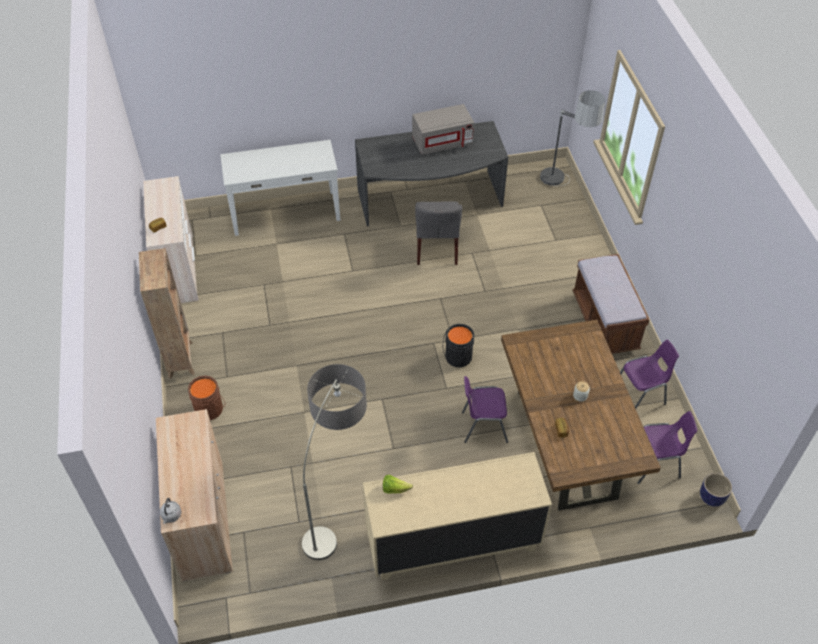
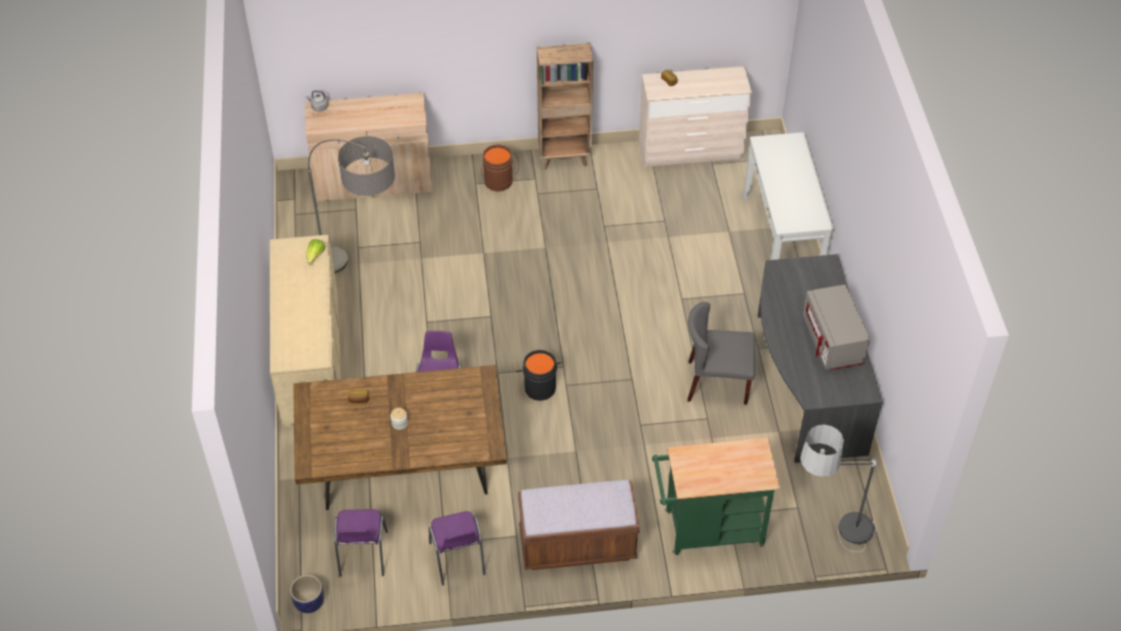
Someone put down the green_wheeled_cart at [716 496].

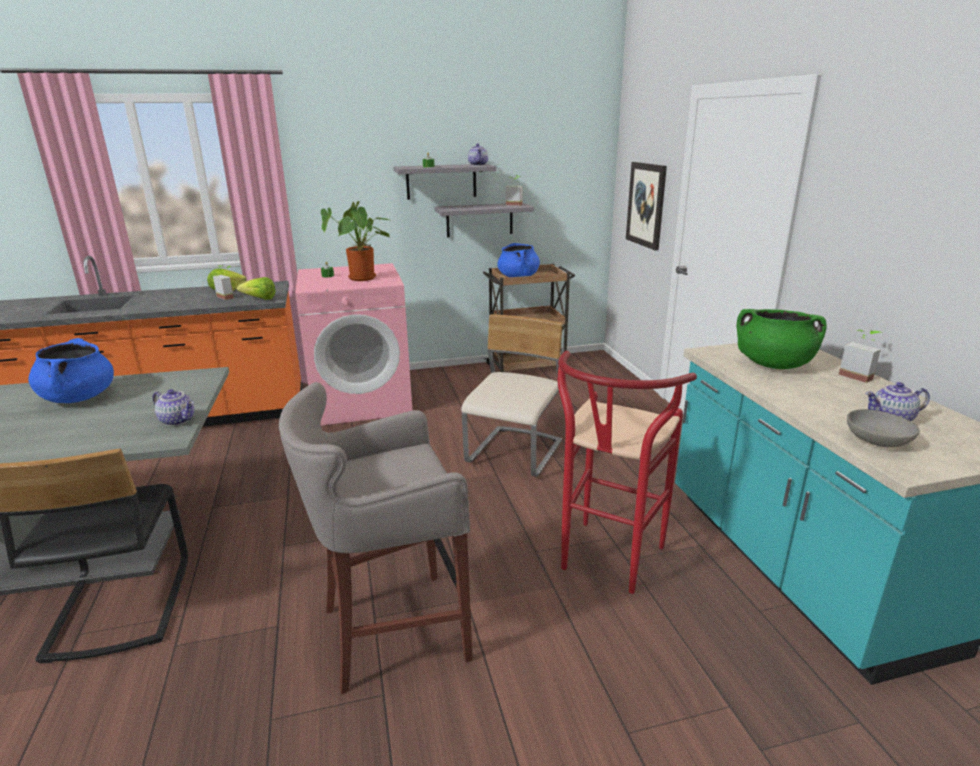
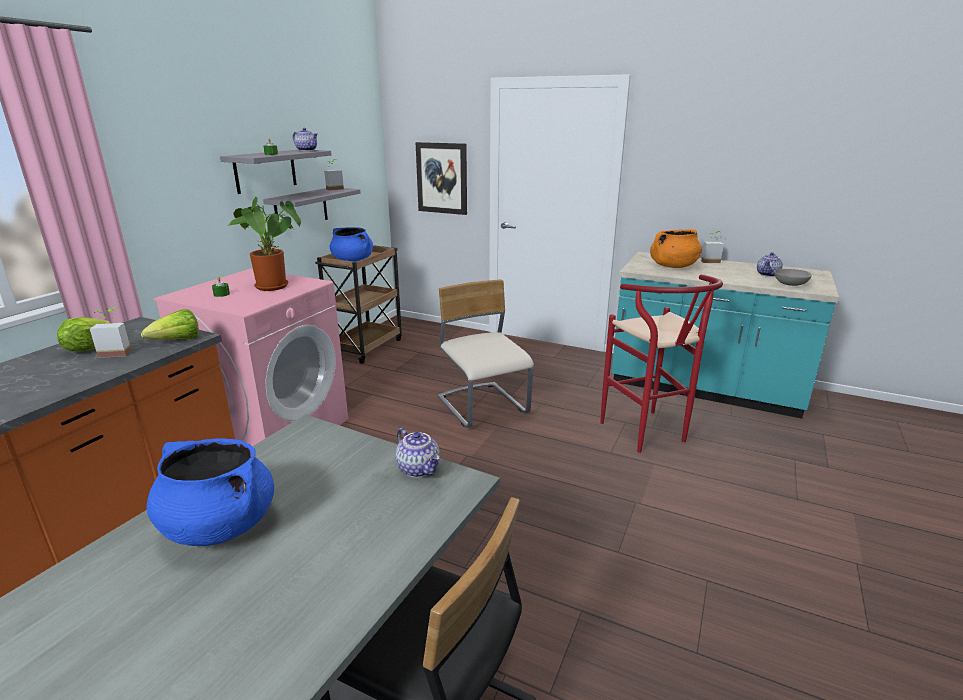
Someone rotated the tea_pot at [173 407] by 75 degrees clockwise.
Someone took away the greyish_stool_seat at [376 538].
Someone repainted the green_cooking_pot at [781 339], which became the orange_cooking_pot at [676 248].

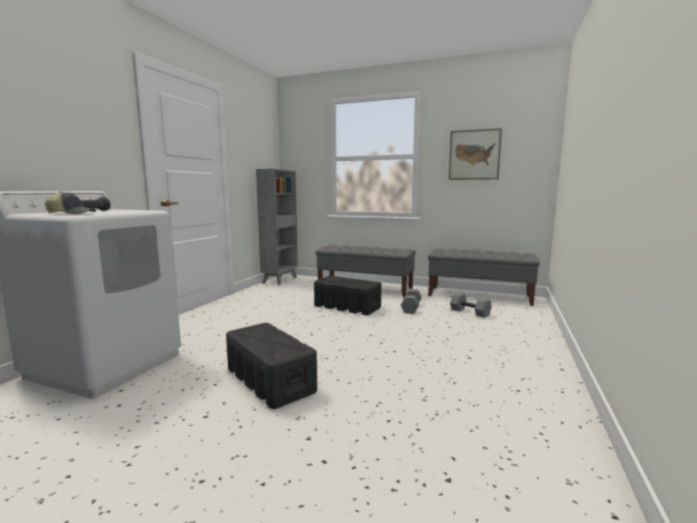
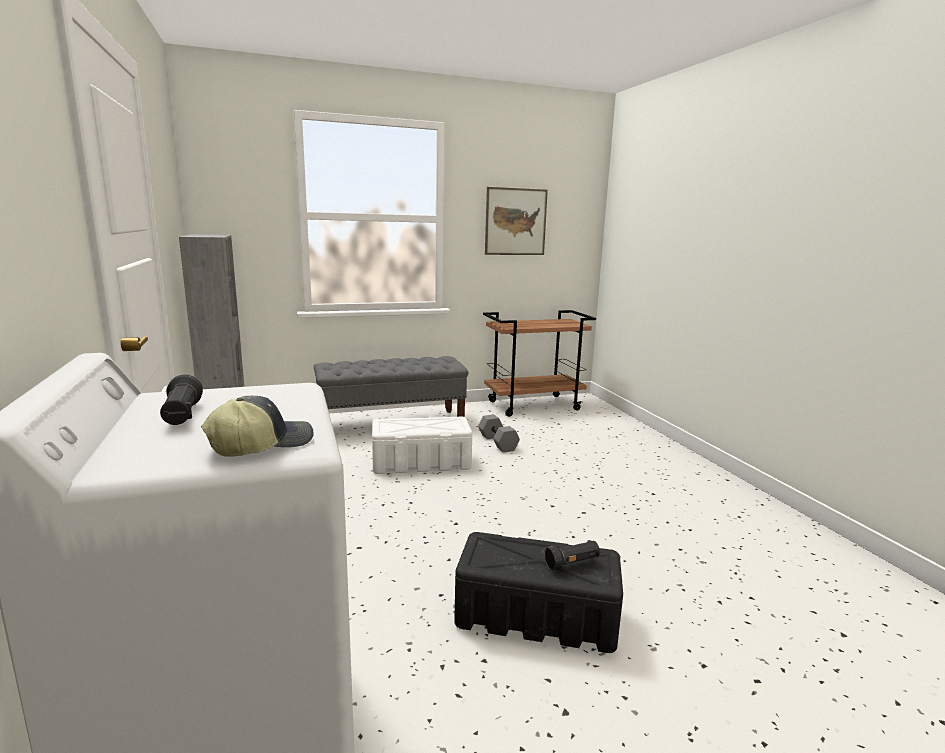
Someone repainted the blackish_storage_bin at [347 295], which became the white-coloured_storage_bin at [422 445].
Someone swapped the greyish_long_seat at [484 277] for the brown_wheeled_cart at [539 363].
Someone took away the greyish_dumbbell at [471 305].
Someone put down the blackish_hand_torch at [572 555].

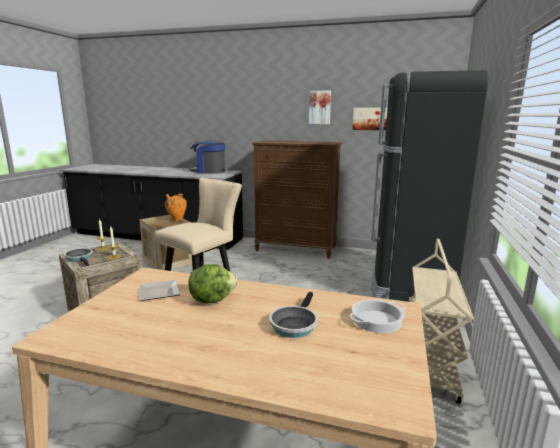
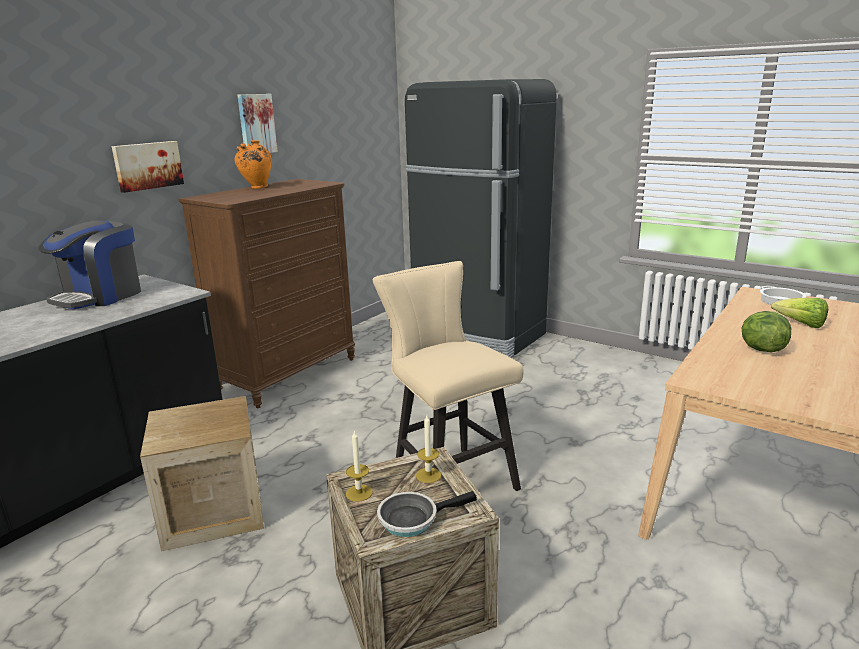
Someone took away the flat_dish at [159 290].
Someone carried the orange_flower_vase from [176 207] to [253 164].
Someone swapped the pan at [293 315] for the lettuce at [799 313].
Someone carried the wall_art from [370 118] to [148 167].
Someone took away the beige_wheeled_cart at [441 321].

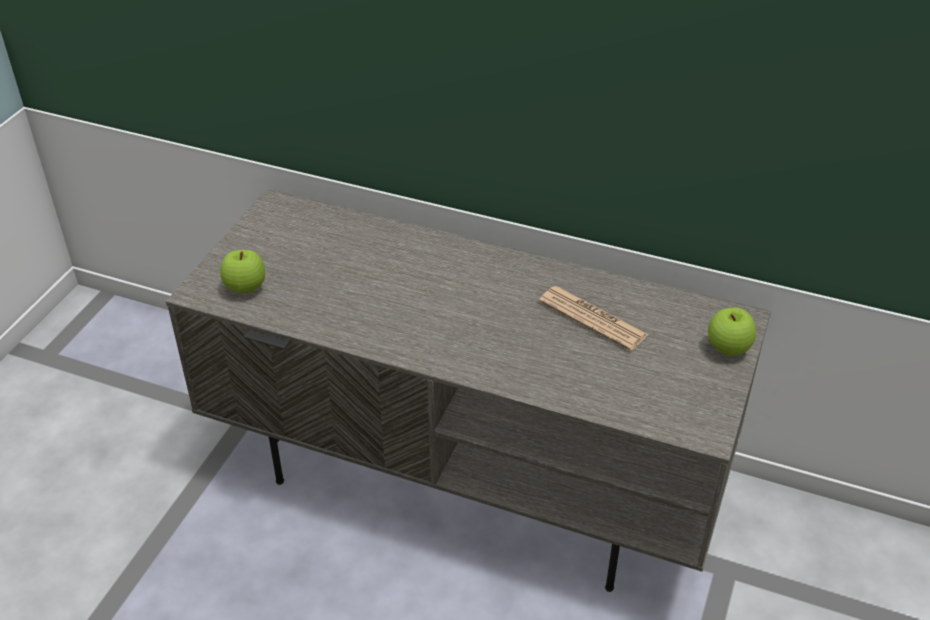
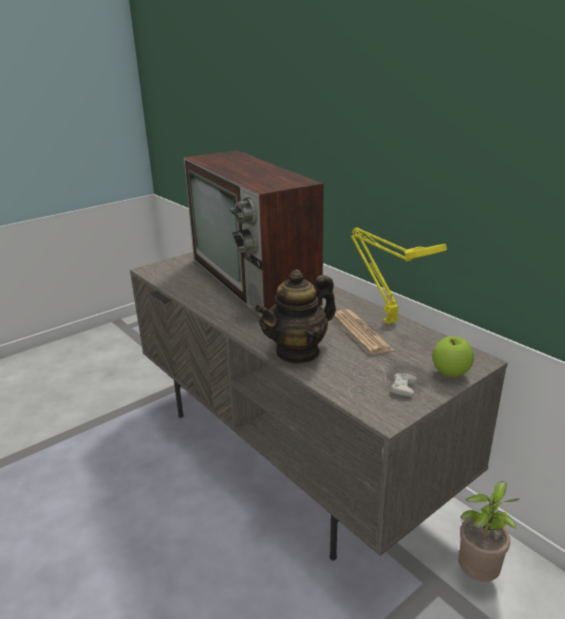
Someone took away the apple_fruit at [242 271].
Someone put down the TV at [254 234].
Someone put down the tea_pot at [295 316].
Someone put down the white-coloured_gamepad at [382 379].
Someone put down the yellow-coloured_tabletop_lamp at [399 275].
Someone put down the potted_plant at [489 531].

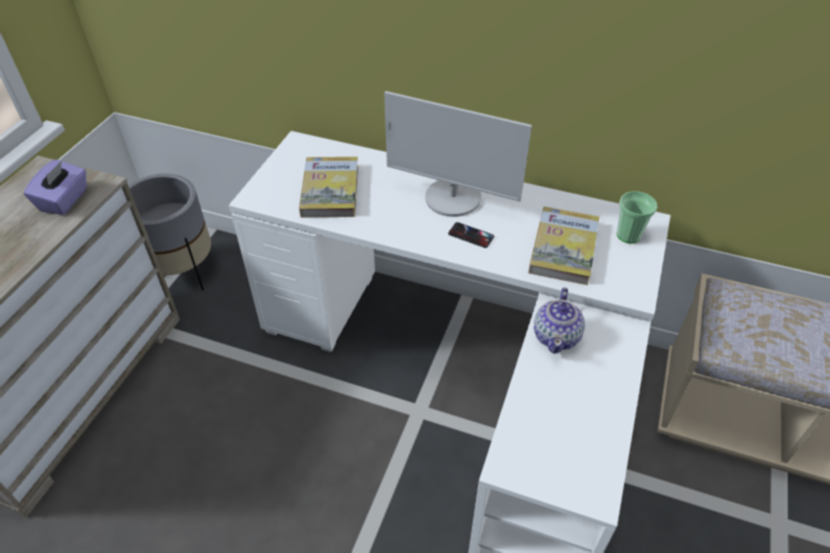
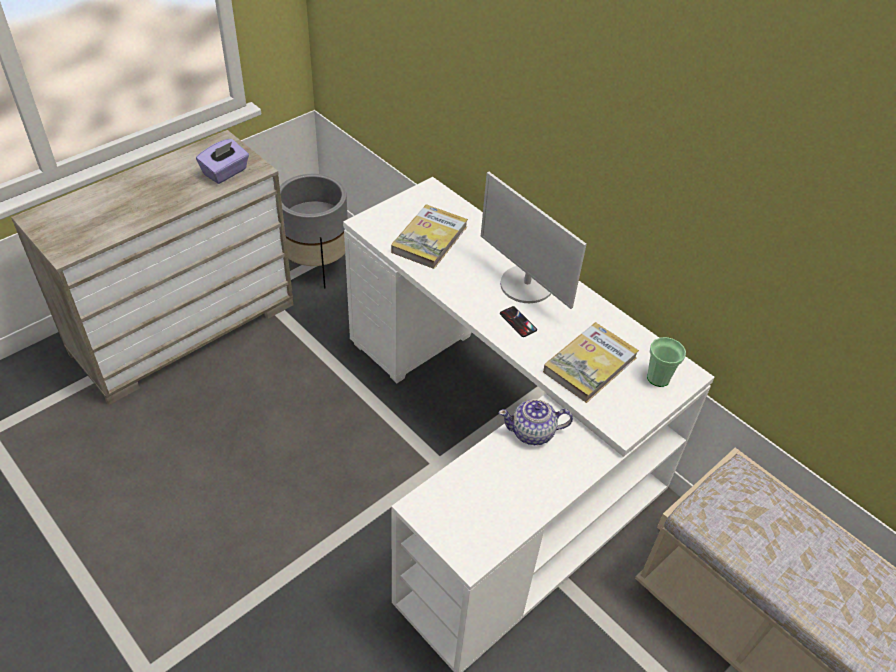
Someone rotated the tea_pot at [559 320] by 45 degrees clockwise.

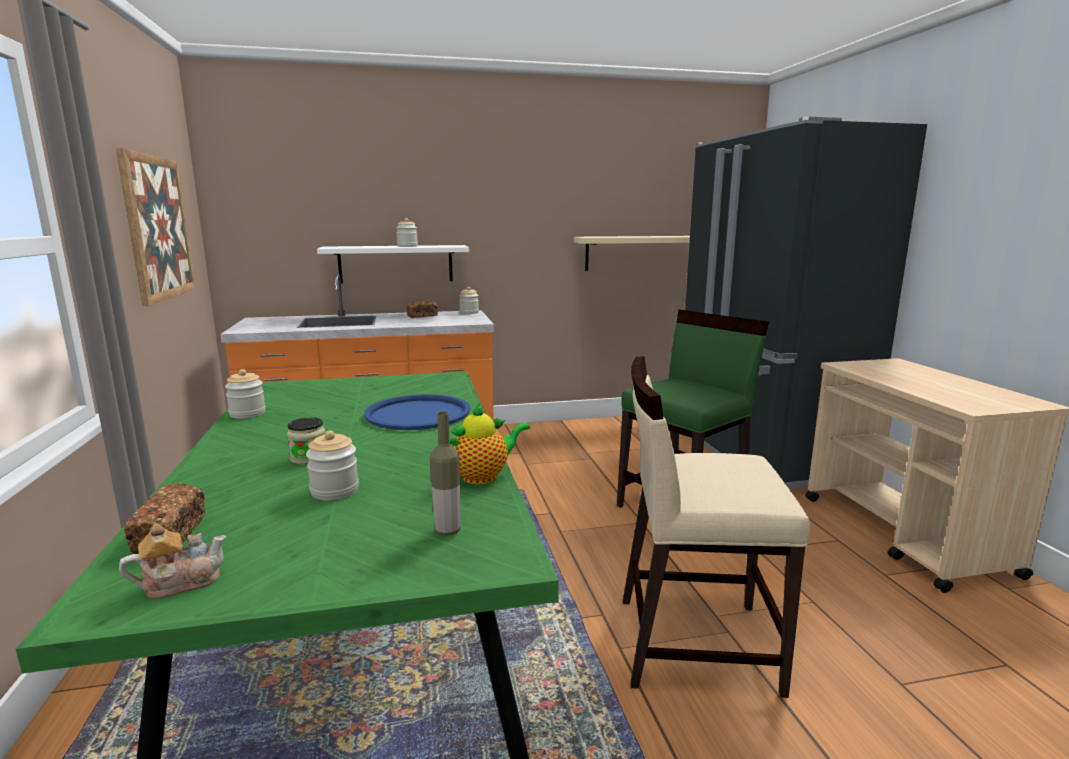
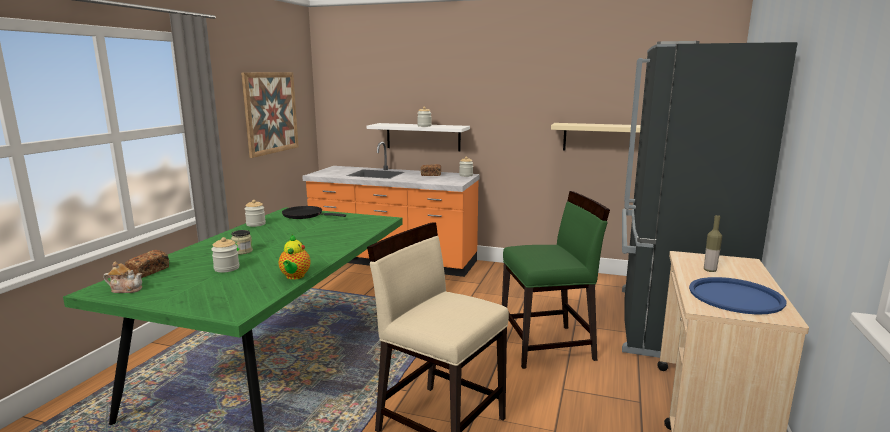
Someone carried the bluish_carrying_tray from [417 412] to [737 295].
Someone carried the bottle from [445 474] to [713 243].
Someone rotated the tea_pot at [489 443] by 90 degrees clockwise.
Someone put down the blackish_pan at [314 212].

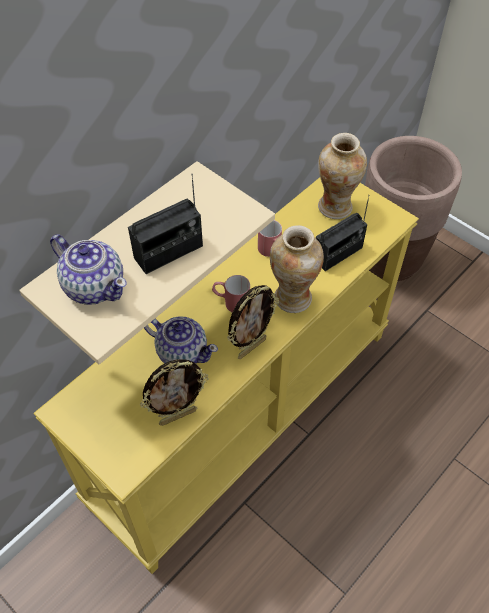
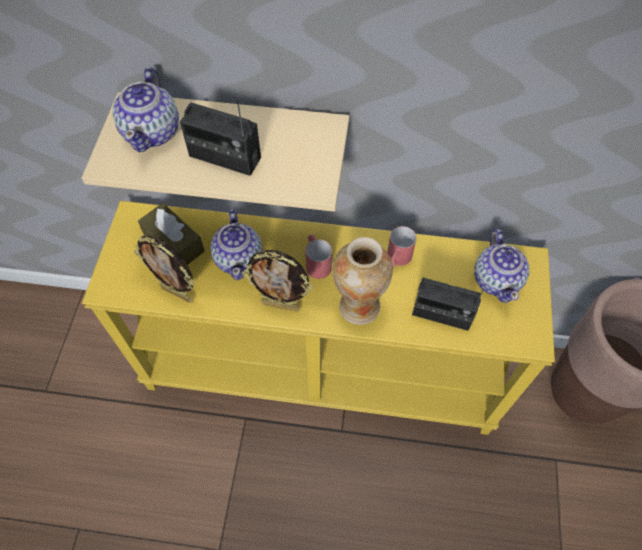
Someone swapped the flower_vase at [342 176] for the tea_pot at [501 266].
Someone put down the brown_tissue_box at [171 234].

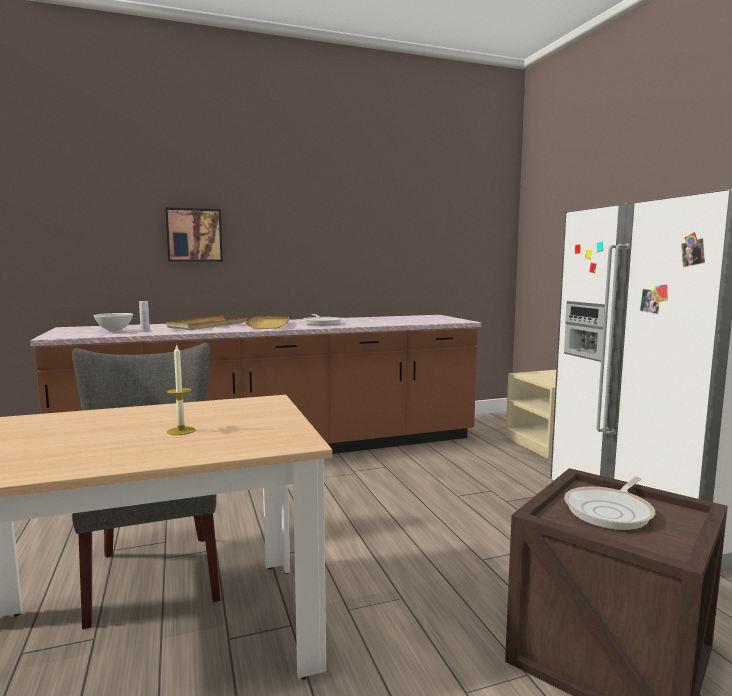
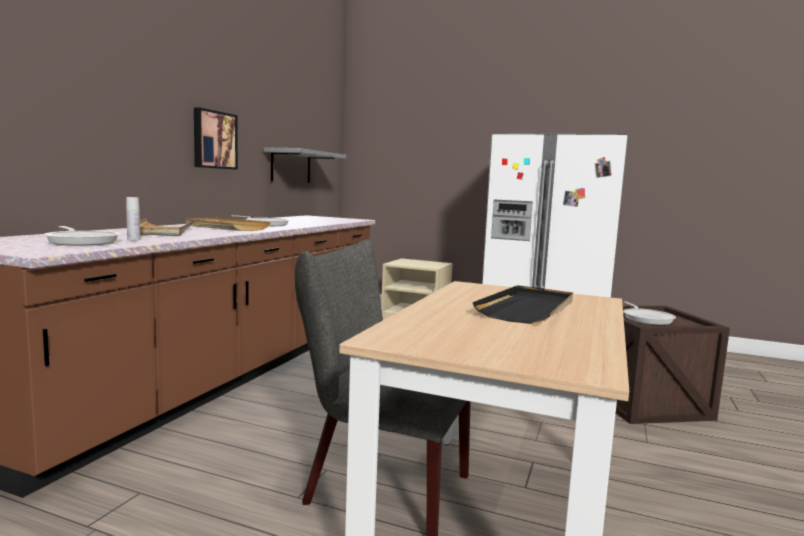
Someone swapped the white-coloured_deep_dish at [113 322] for the pan at [82 235].
Someone carried the wall_art from [194 234] to [216 138].
Someone swapped the candle at [181 389] for the blackish_carrying_tray at [523 304].
Someone put up the greyish_wall_shelf at [305 165].

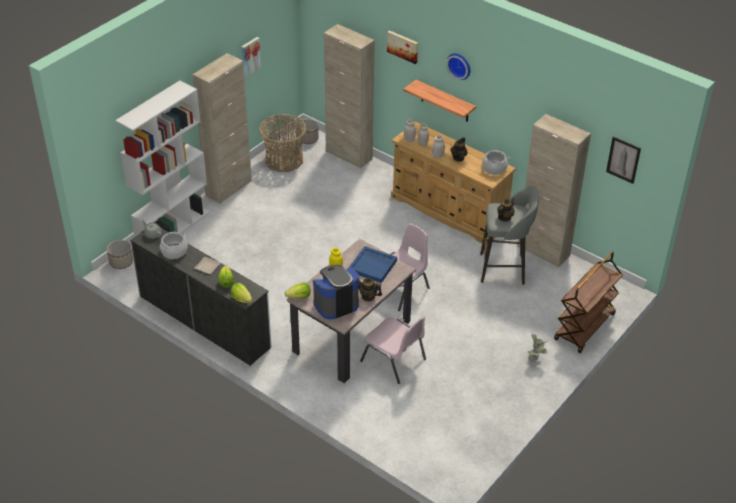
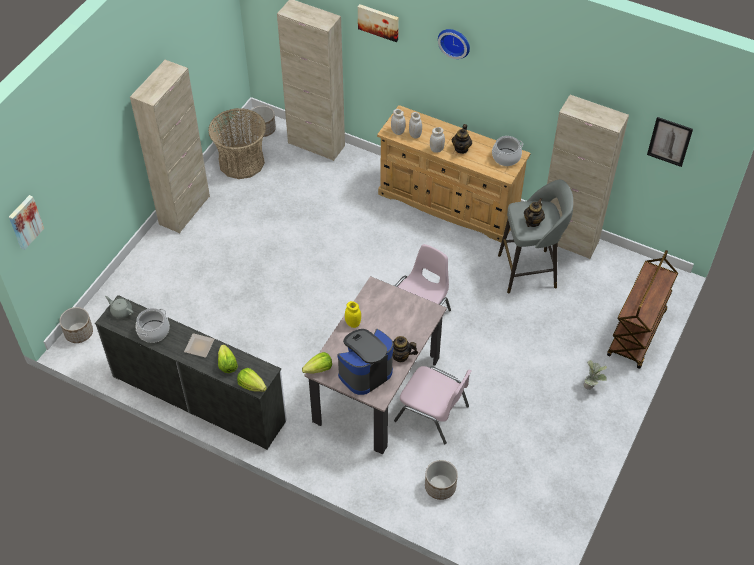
Someone took away the white-coloured_bookshelf at [162 158].
Someone carried the wall_art from [251 57] to [26 222].
Someone took away the bluish_carrying_tray at [373 264].
Someone took away the wall_shelf at [439 101].
Someone put down the planter at [441 480].

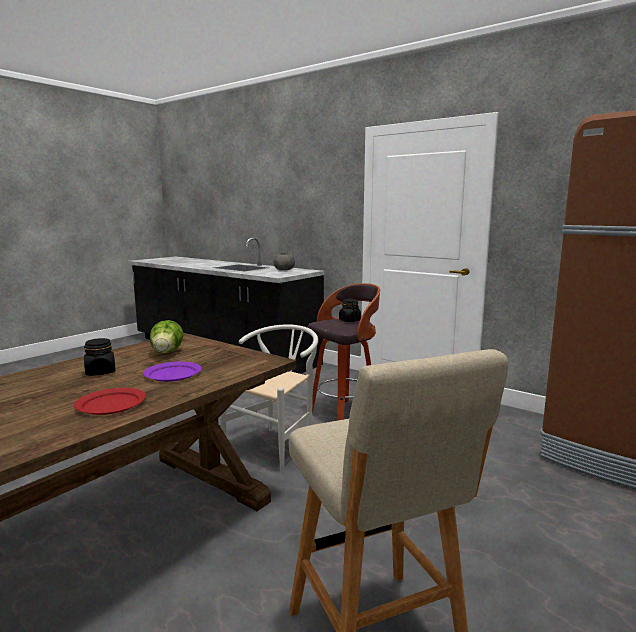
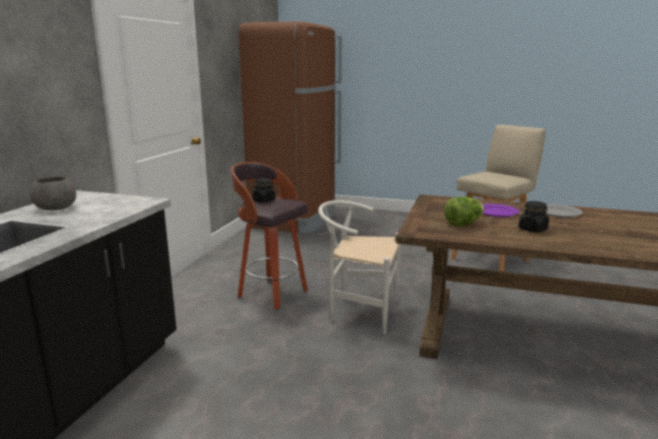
Someone repainted the reddish_flat_dish at [110 401], which became the greyish_flat_dish at [564 211].

